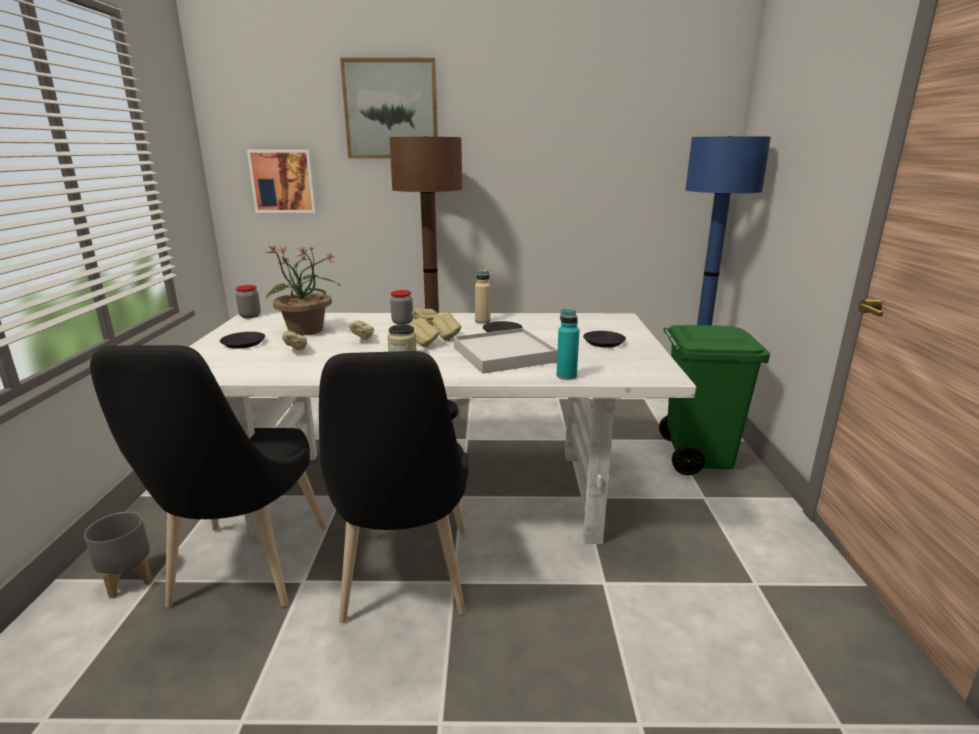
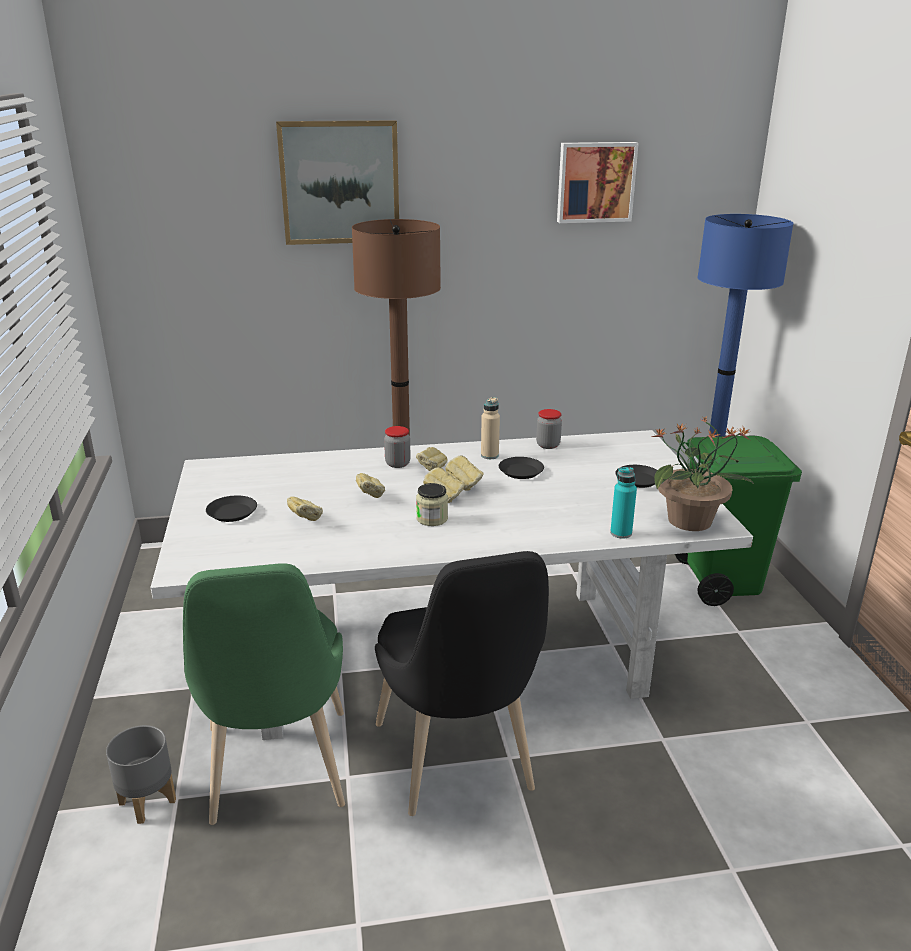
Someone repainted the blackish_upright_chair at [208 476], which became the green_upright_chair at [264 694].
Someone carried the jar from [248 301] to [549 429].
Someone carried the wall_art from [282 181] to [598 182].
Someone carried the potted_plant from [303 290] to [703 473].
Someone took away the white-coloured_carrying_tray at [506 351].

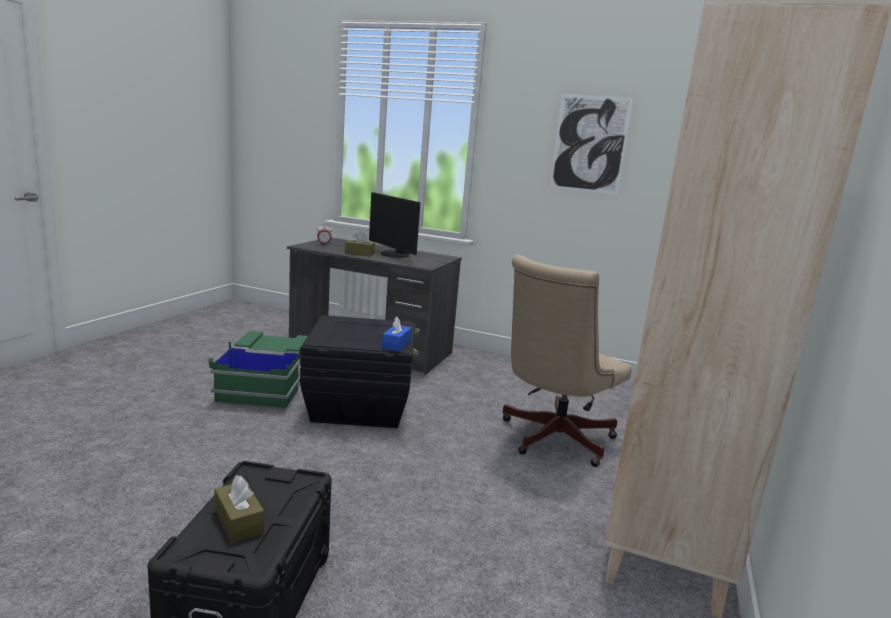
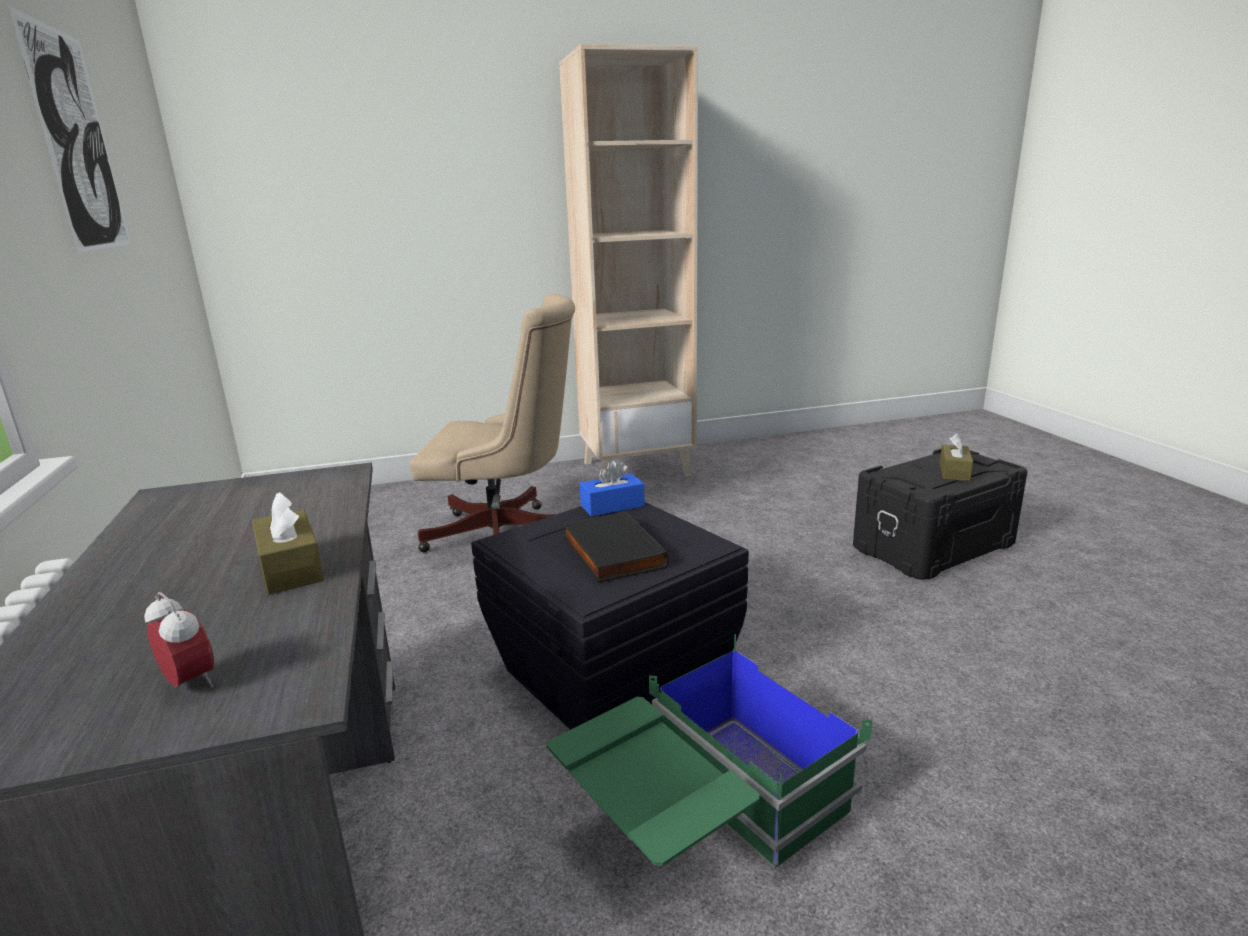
Someone took away the computer_screen at [394 225].
Someone put down the blackish_volume at [616 547].

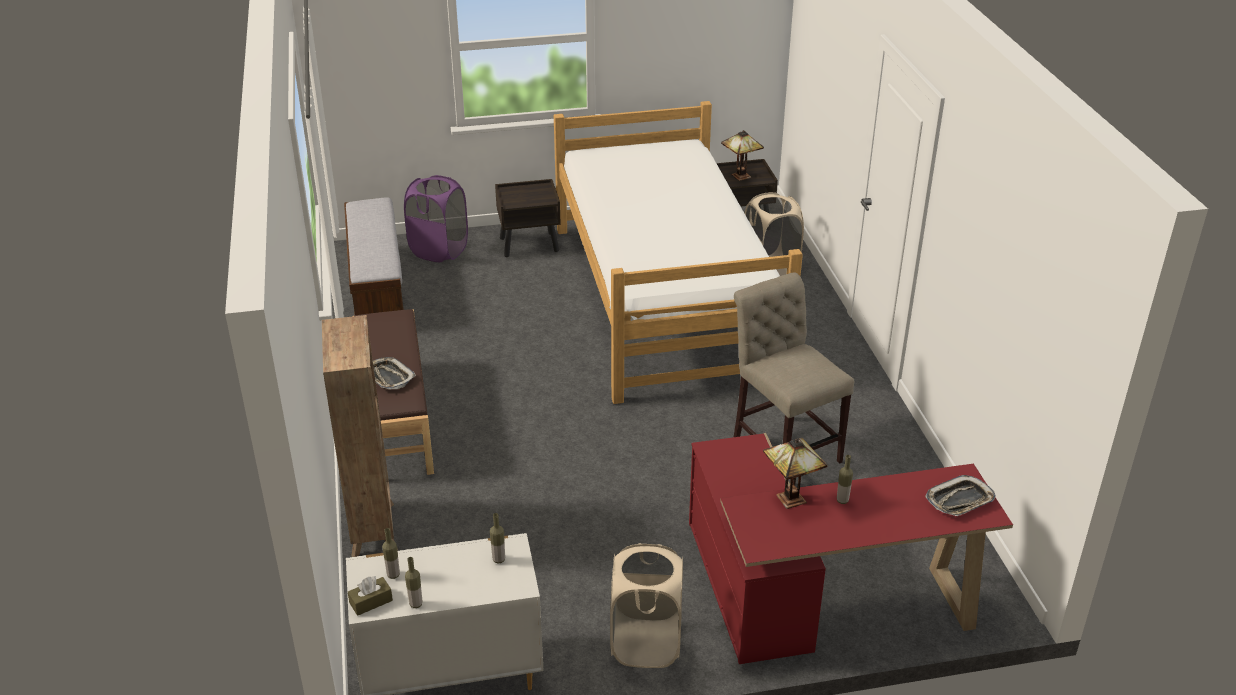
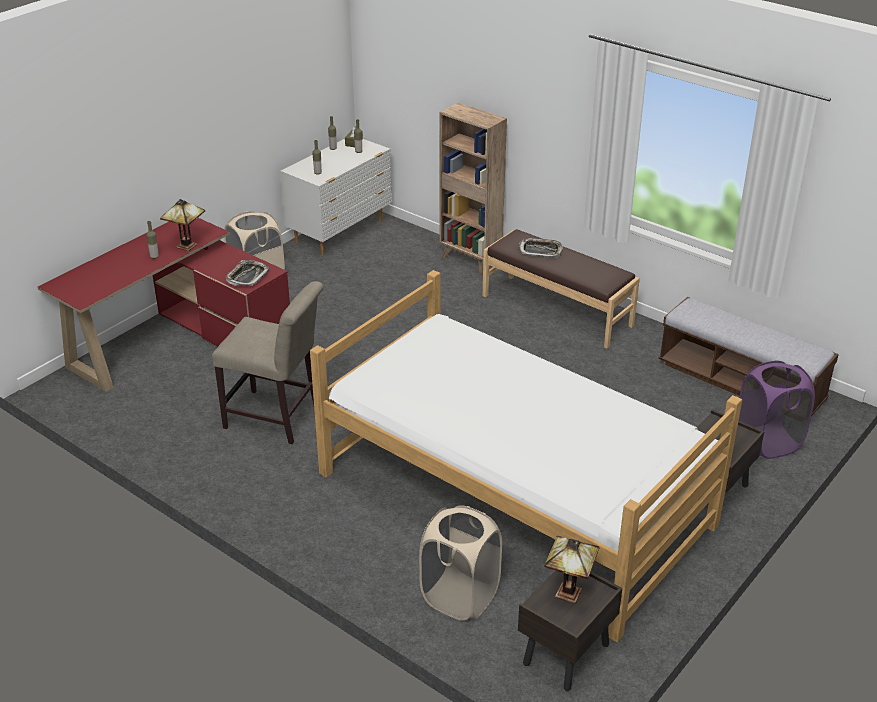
Someone carried the carrying_tray from [961 495] to [248 273].

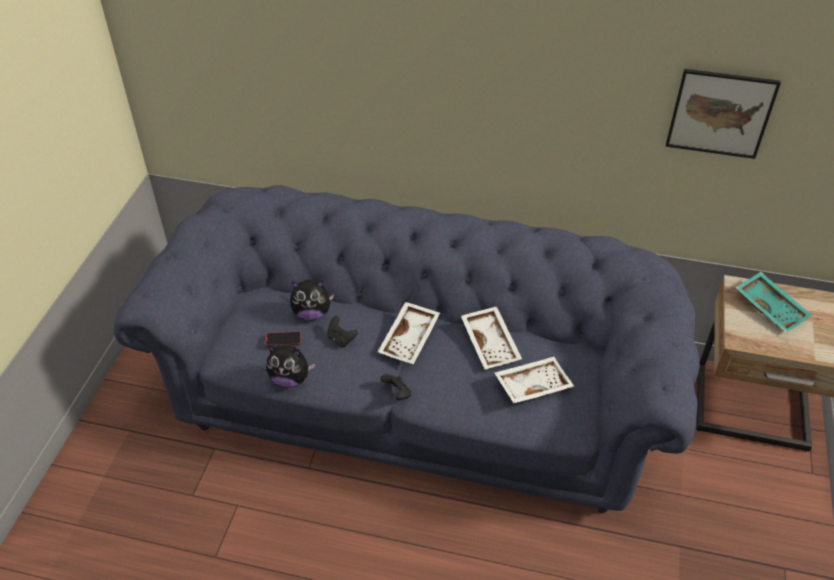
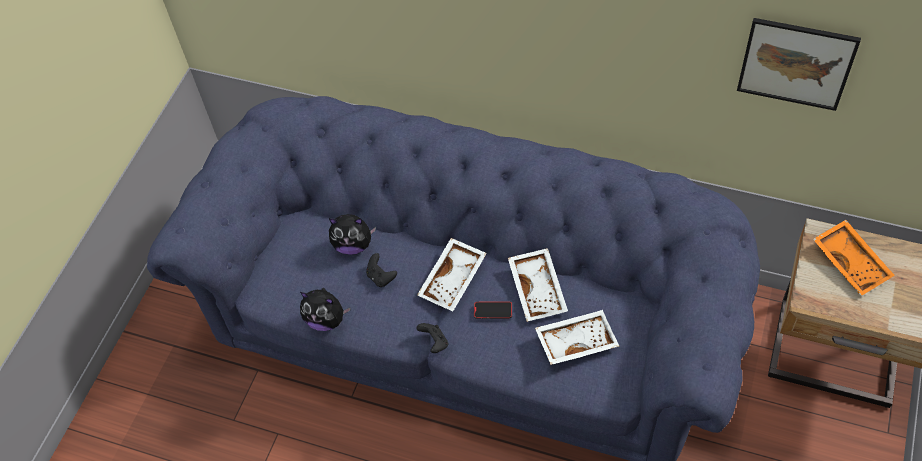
Someone carried the handset from [283 339] to [493 310].
Someone repainted the blue-green_carrying_tray at [774 302], which became the orange_carrying_tray at [854 258].

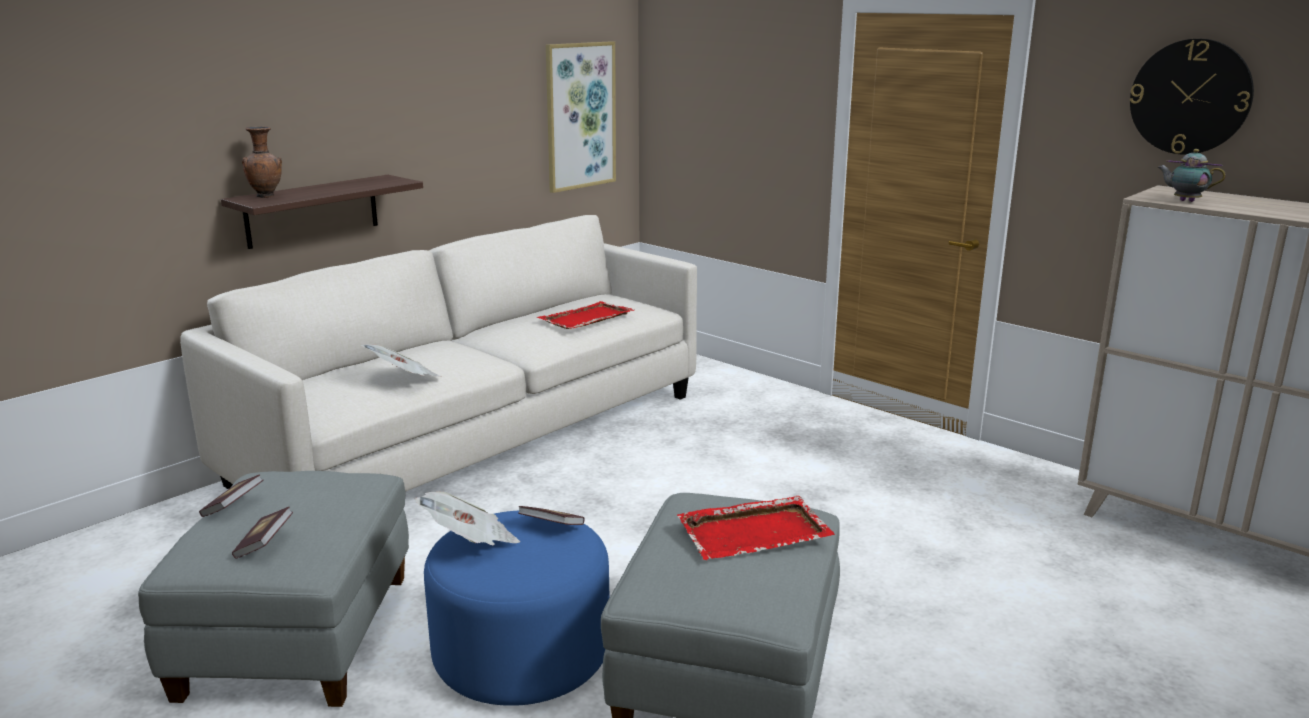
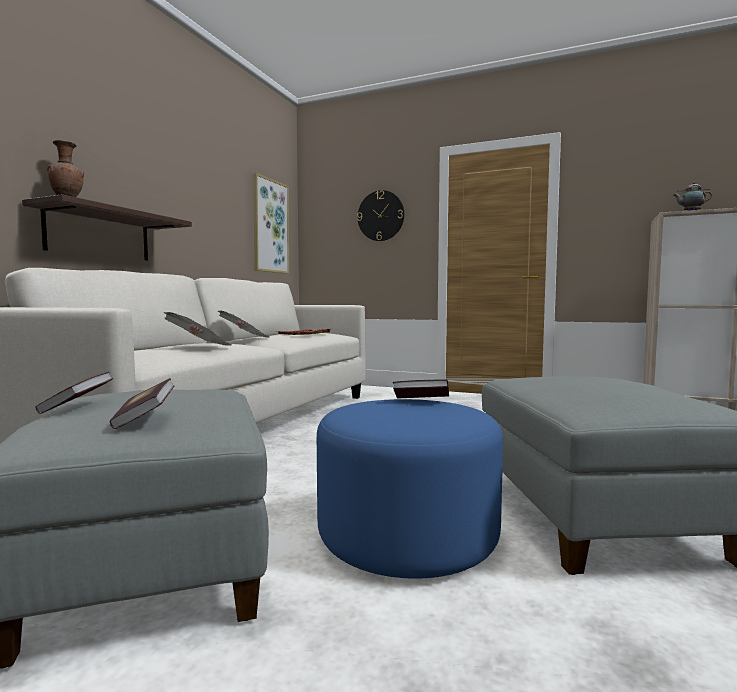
Someone carried the newspaper from [467 518] to [244 324].
Someone took away the reddish_carrying_tray at [756 528].
Someone carried the wall_clock from [1192 97] to [380 215].

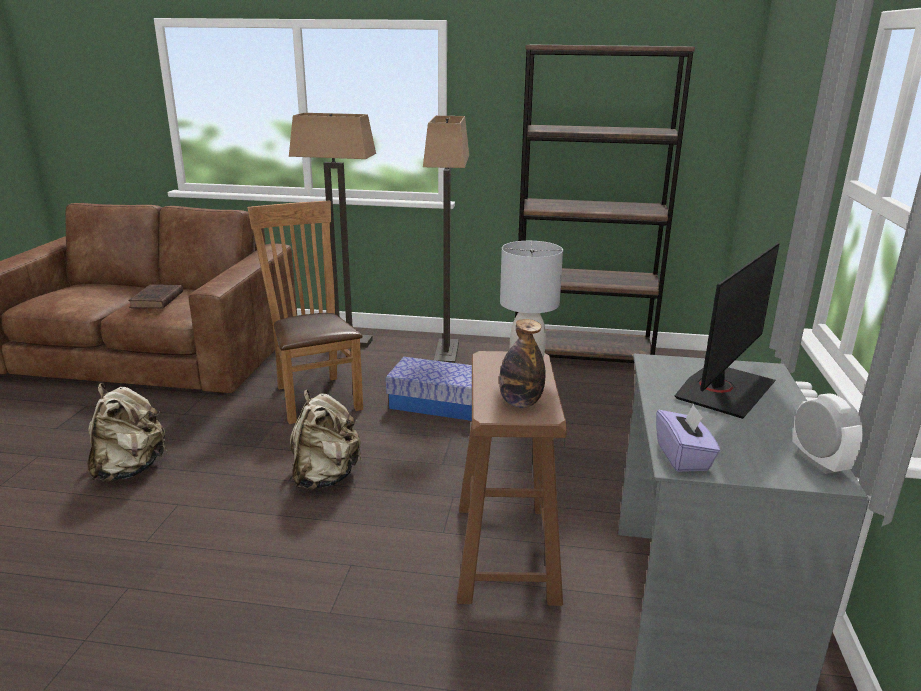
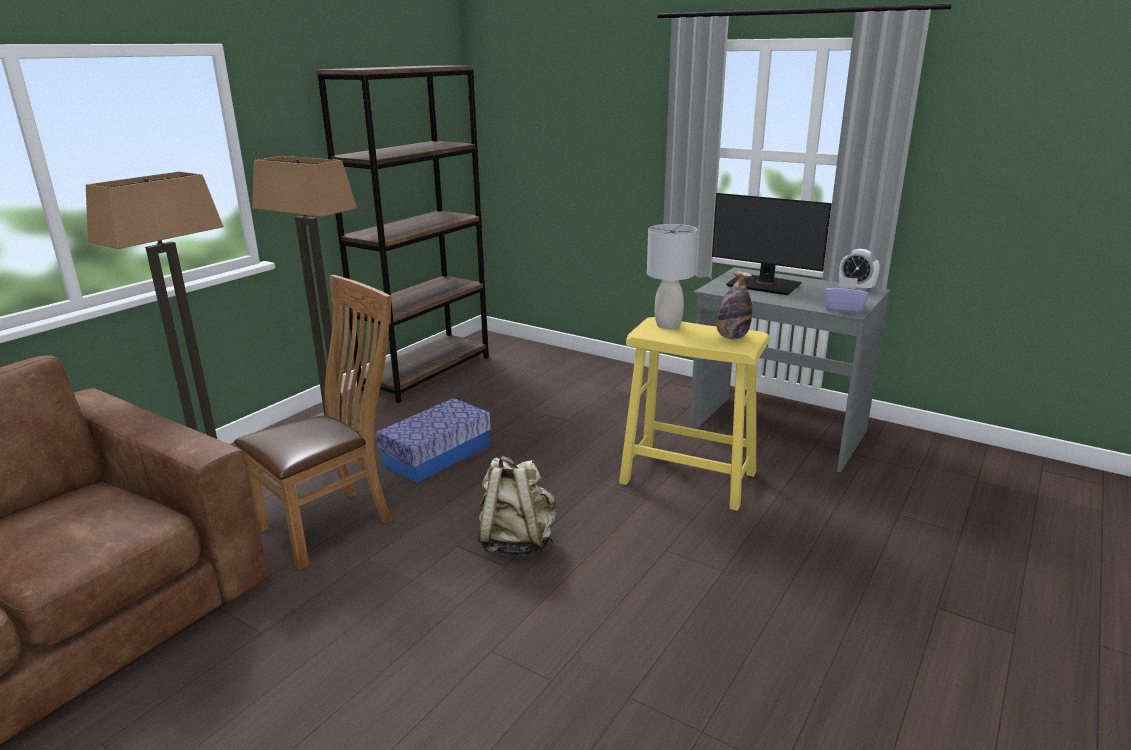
Someone took away the beige_rucksack at [128 432].
Someone took away the brown_volume at [155 296].
Someone rotated the brown_upright_chair at [305 312] by 135 degrees clockwise.
Someone repainted the brown_stool_seat at [512 478], which became the yellow-coloured_stool_seat at [694 414].
Someone rotated the computer_screen at [727 331] by 150 degrees clockwise.
Someone rotated the alarm_clock at [828 433] by 150 degrees counterclockwise.

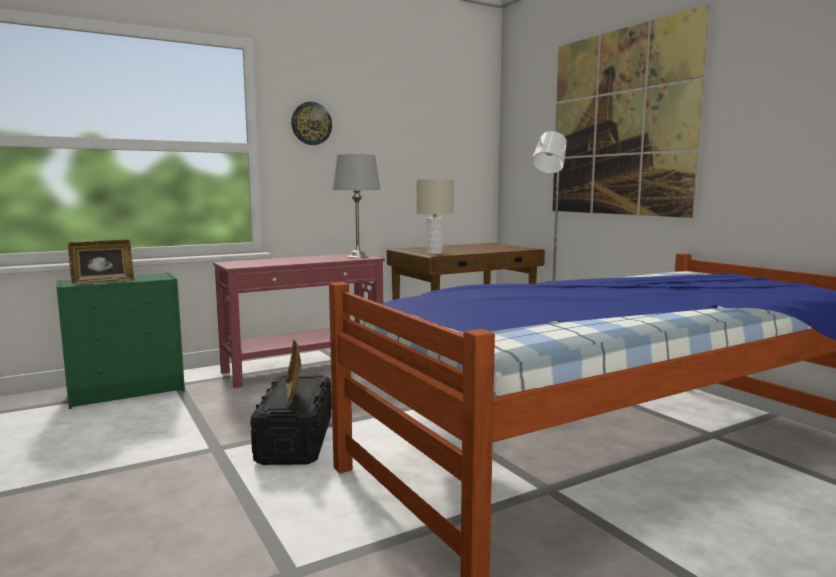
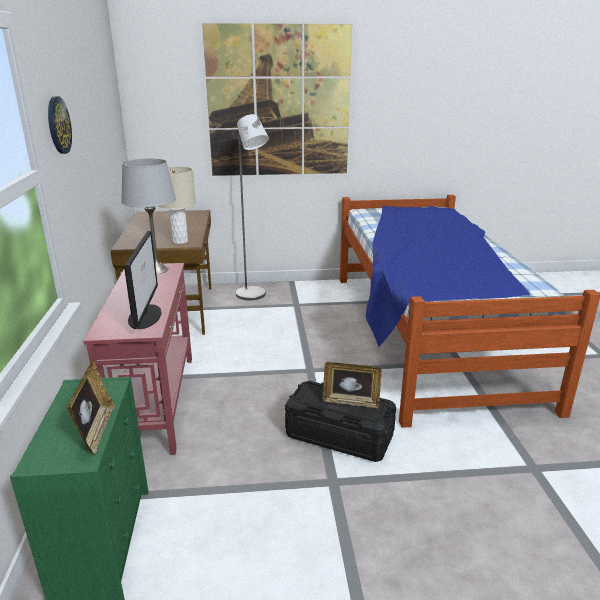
Someone put down the computer_screen at [143 280].

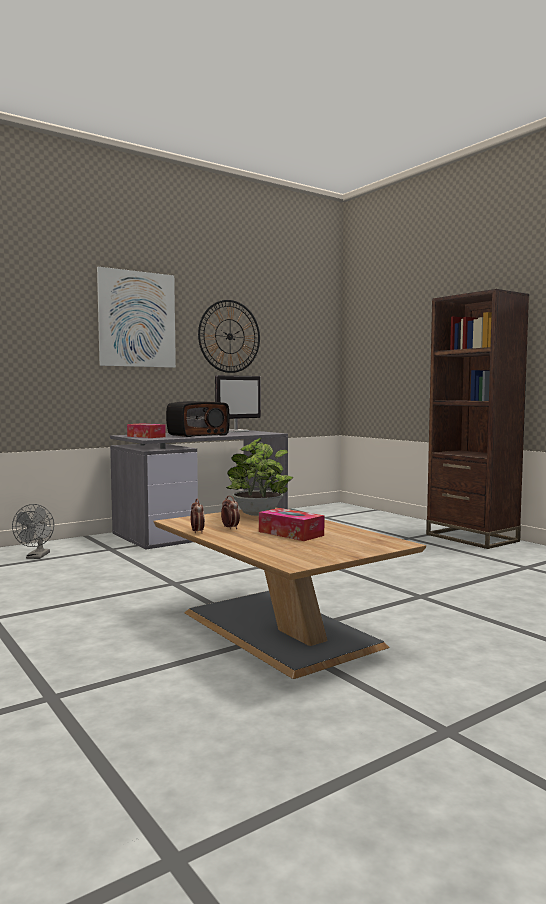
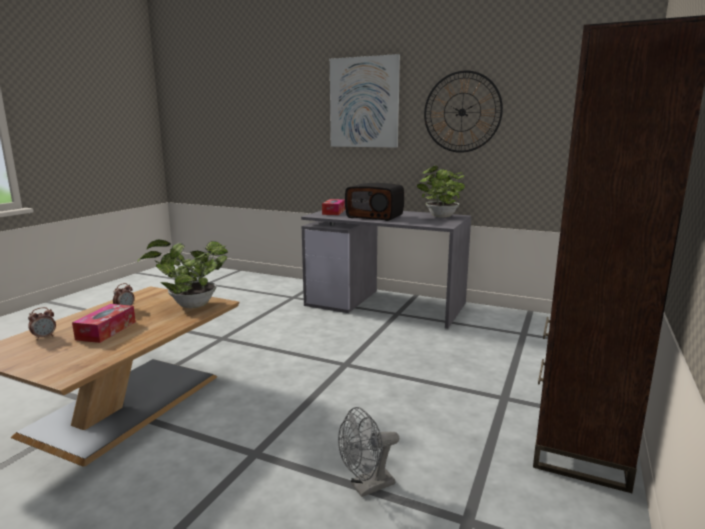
Someone carried the greyish_fan from [33 531] to [368 452].
Someone carried the alarm_clock from [198 516] to [42 323].
Someone swapped the computer_screen at [238 403] for the potted_plant at [441 192].

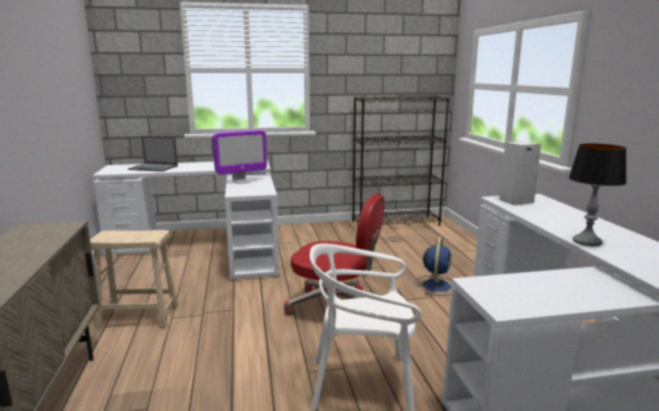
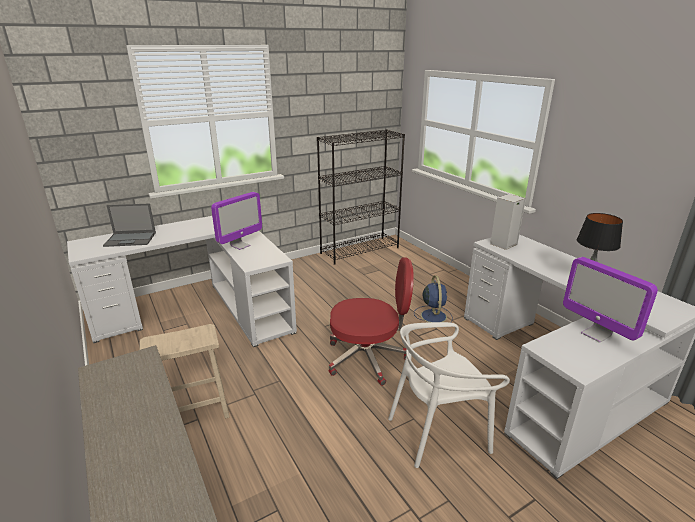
Someone put down the computer_screen at [610 300].

